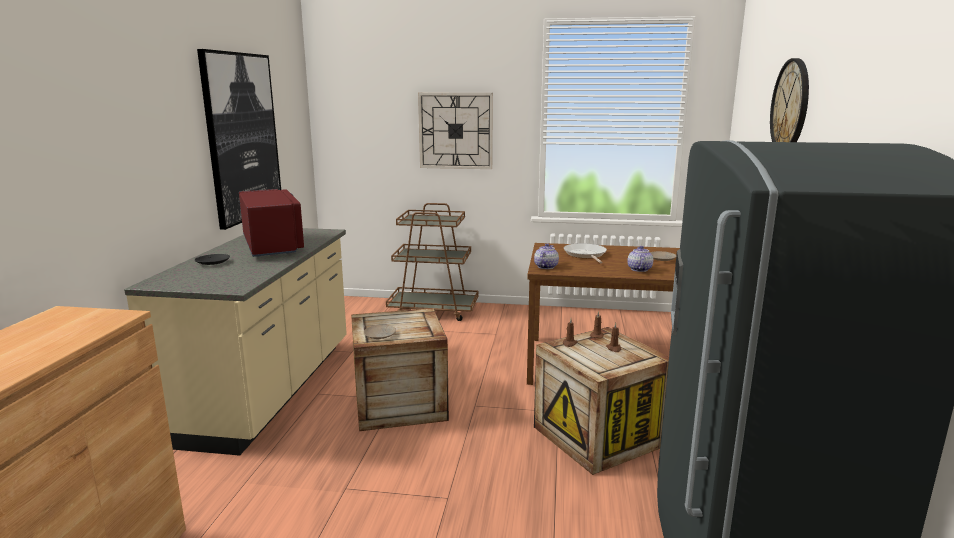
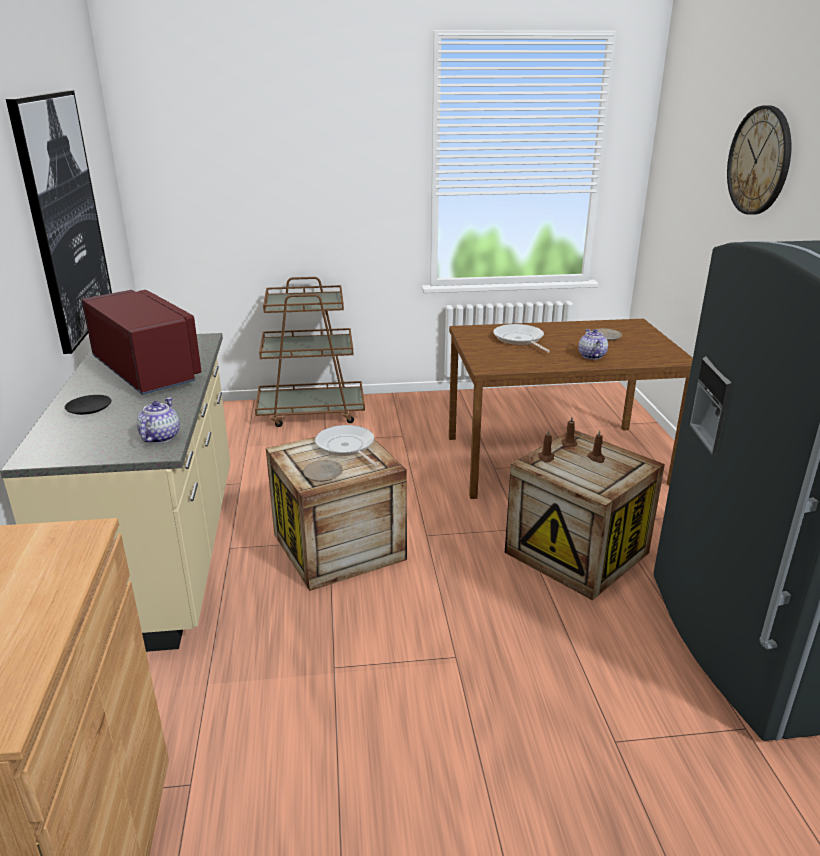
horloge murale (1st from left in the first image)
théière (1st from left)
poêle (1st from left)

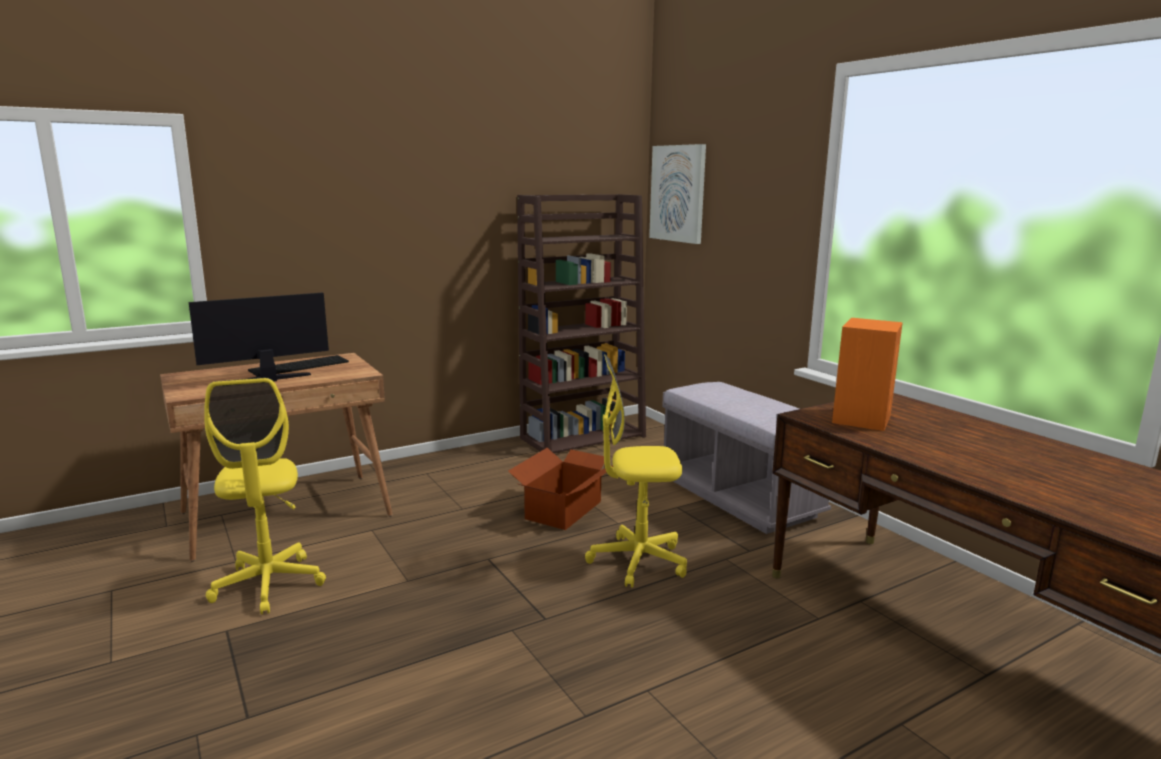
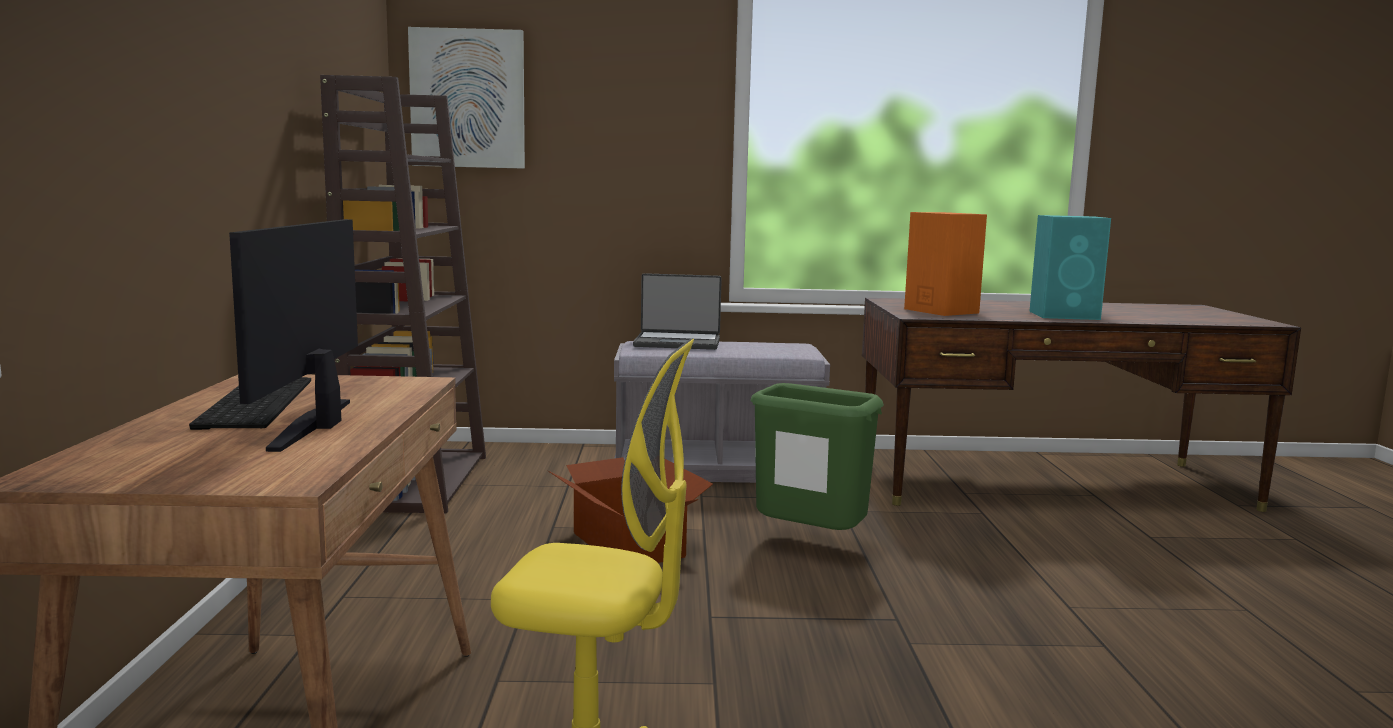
poubelle (vert)
ordinateur portable
enceinte (turquoise)

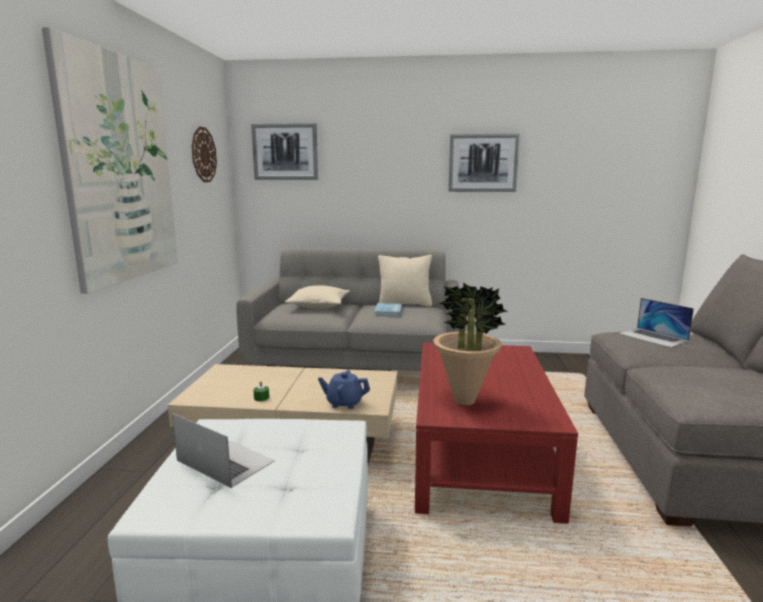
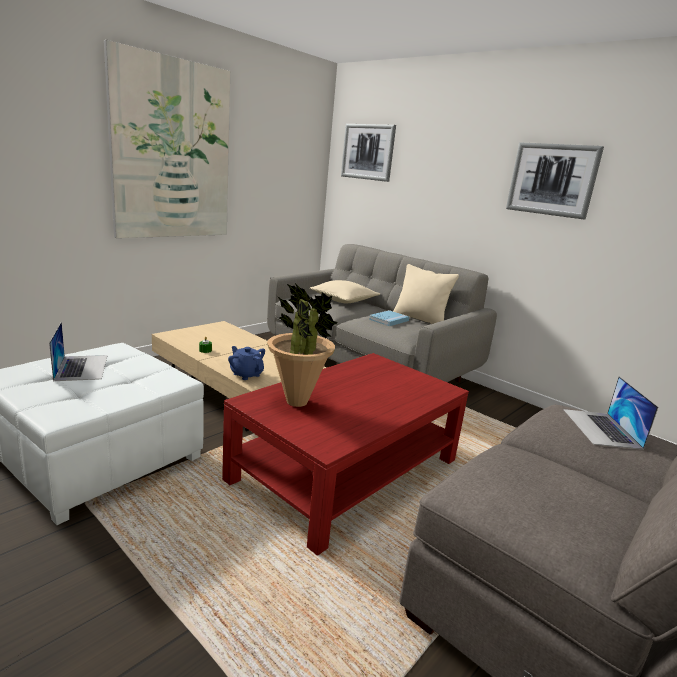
horloge murale

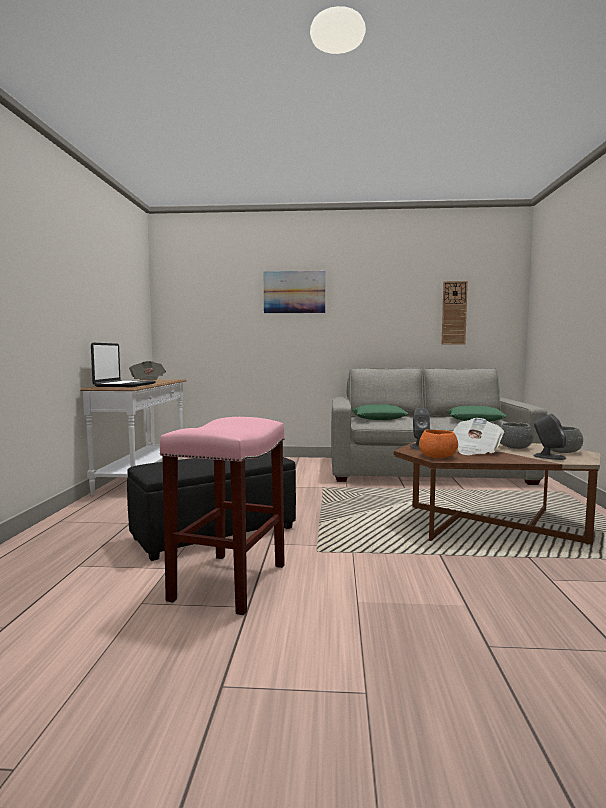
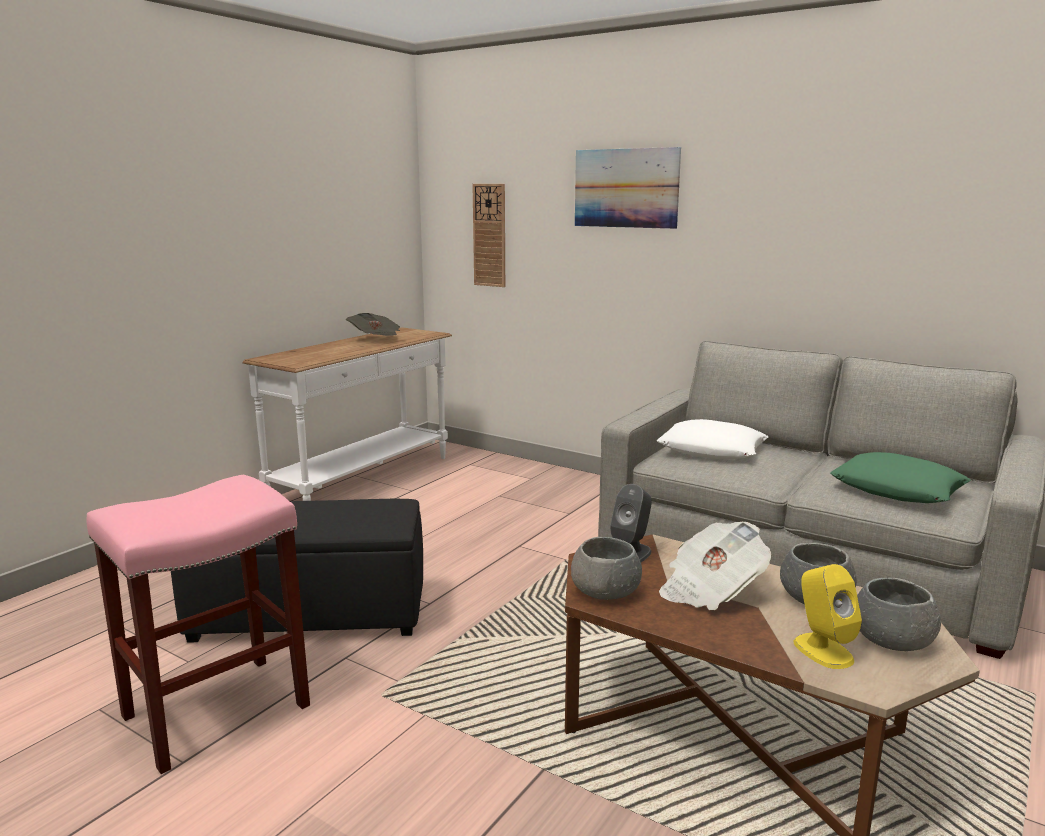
ordinateur portable
coussin (blanc)
bol (gris) (1st from left)
horloge murale
enceinte (jaune)

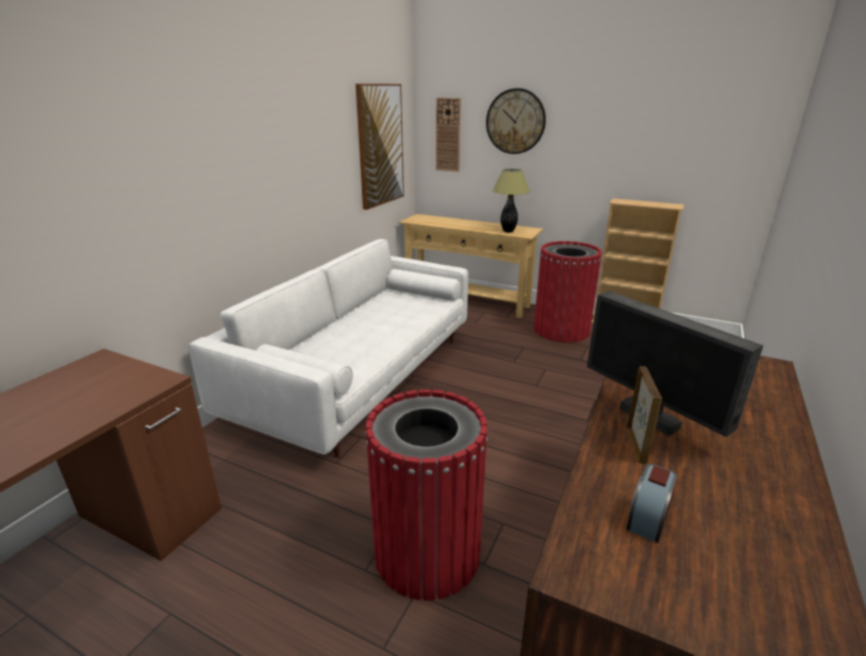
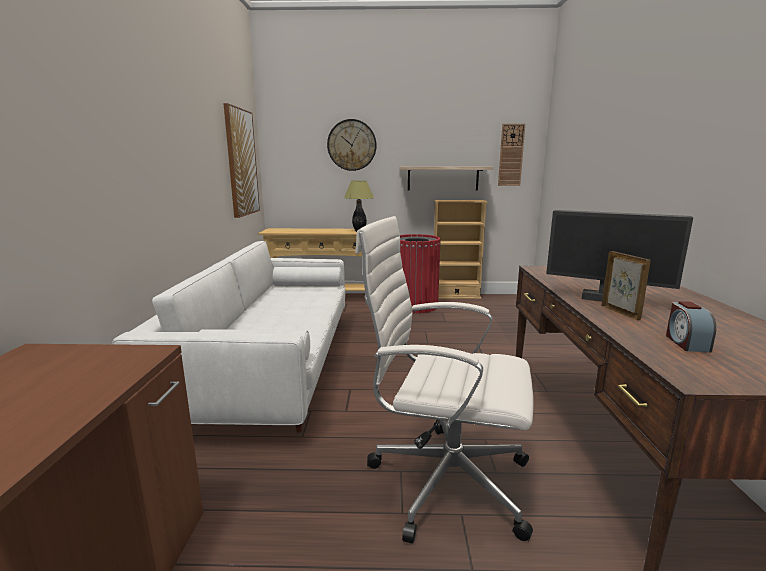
chaise de bureau (blanc)
horloge murale (2nd from left)
étagère

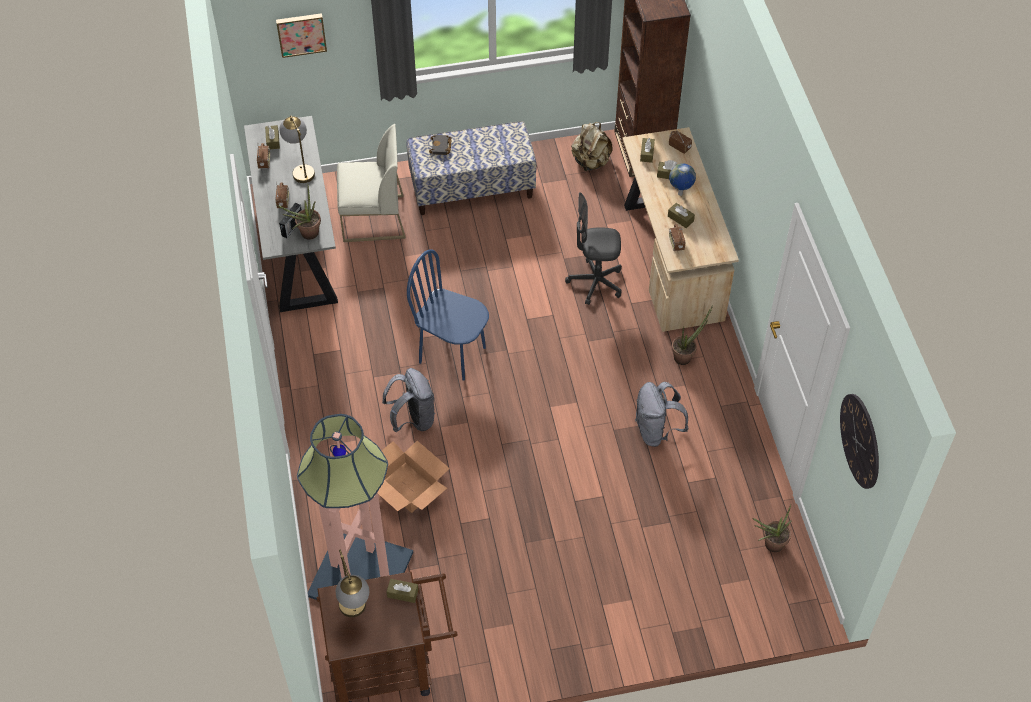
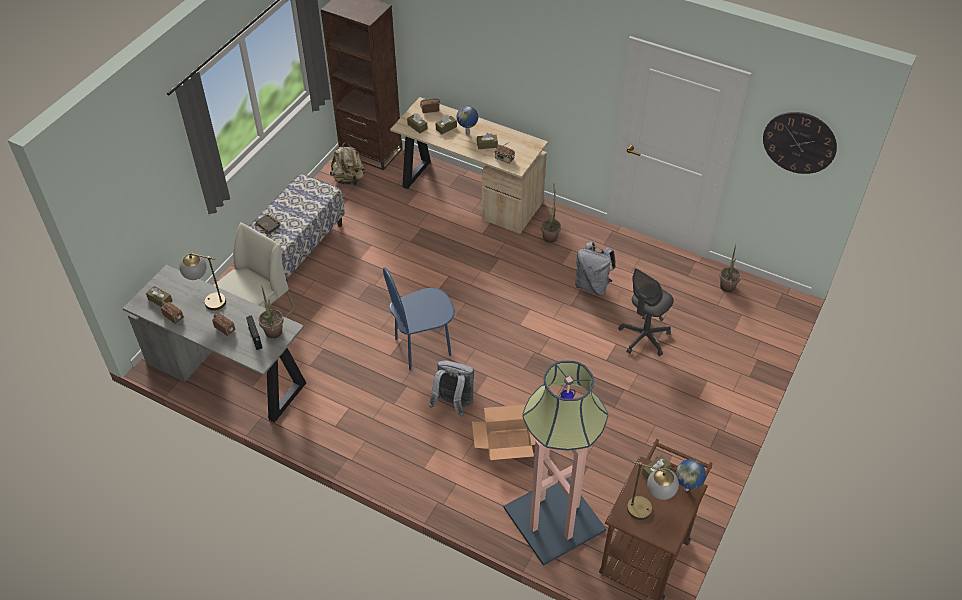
tableau
chaise de bureau (gris)
globe (2nd from left)

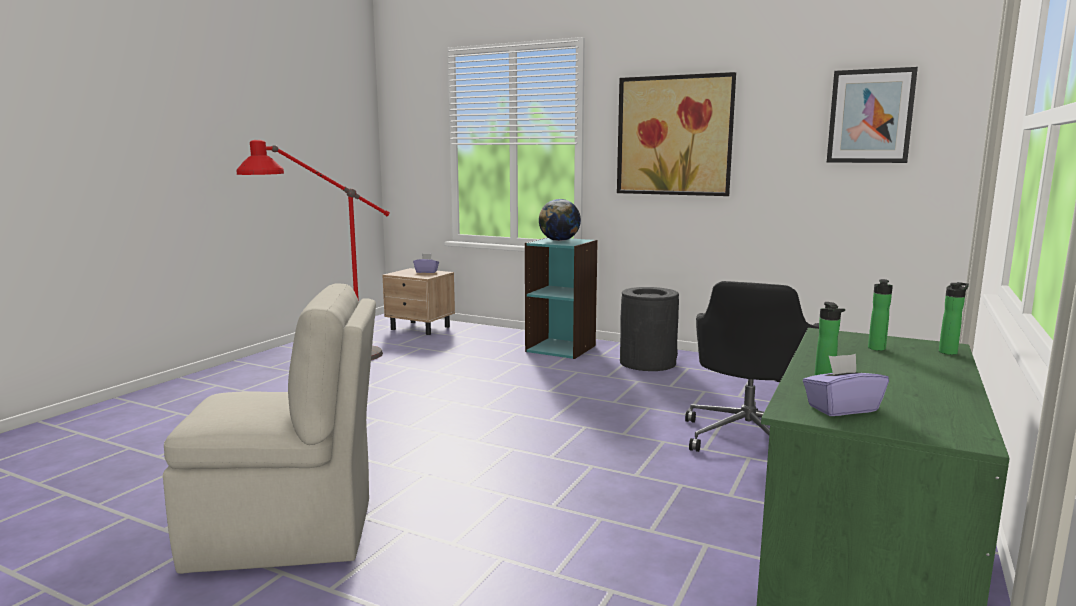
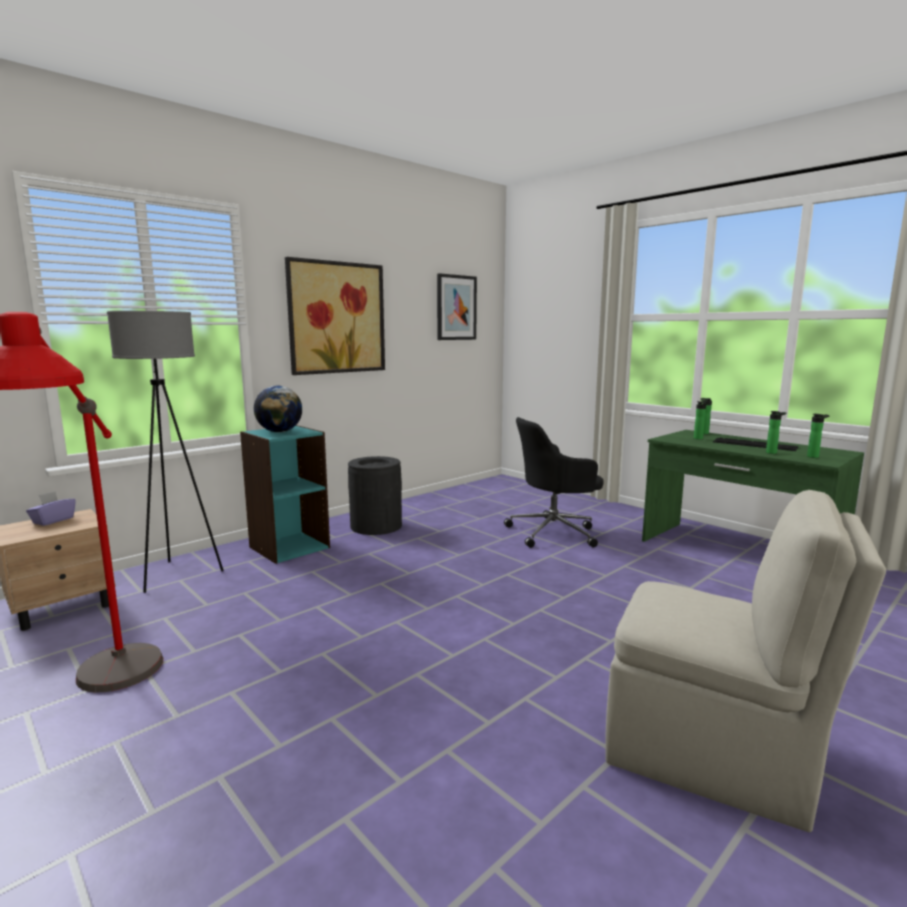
chaise (beige)
chaise de bureau (noir)
bouteille (4th from left)
lampadaire (gris)
clavier

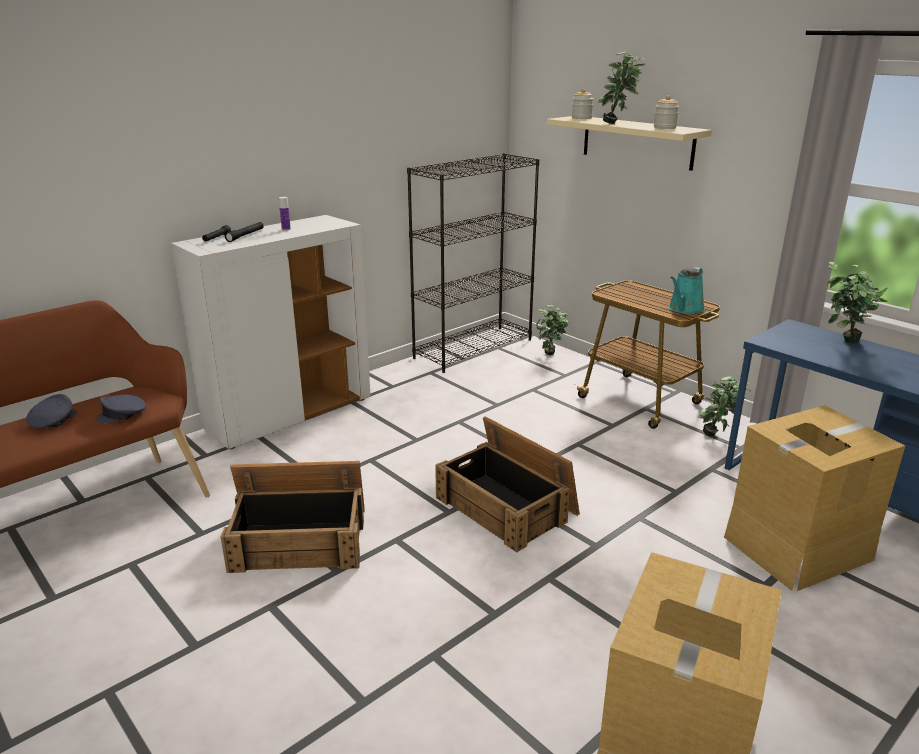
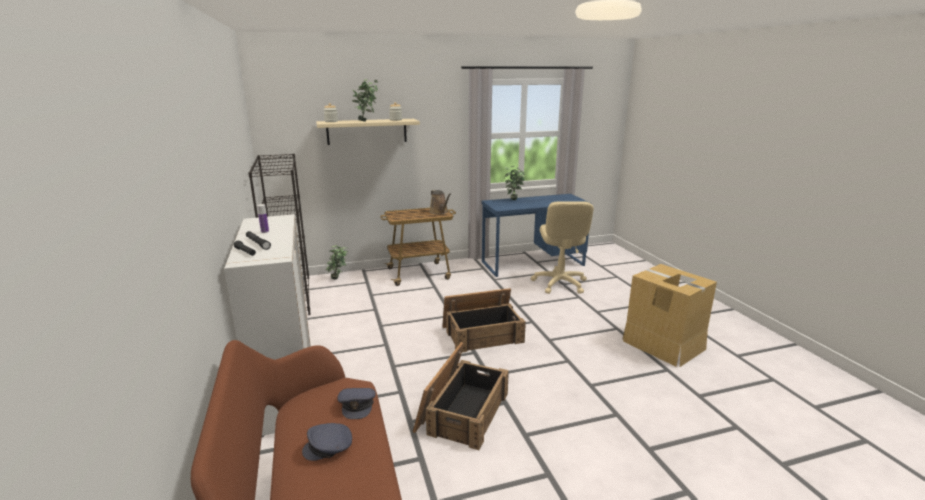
casquette (gris) (1st from left)
arrosoir (marron)
plante en pot (3rd from left in the first image)
chaise de bureau (beige)

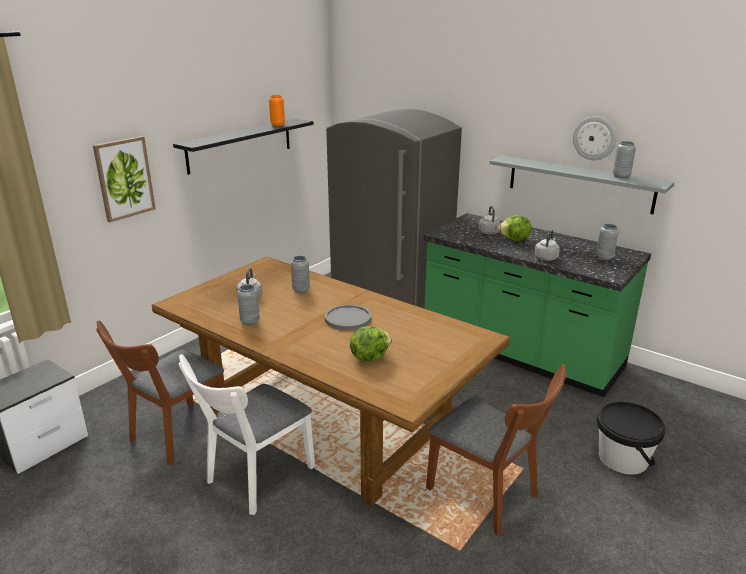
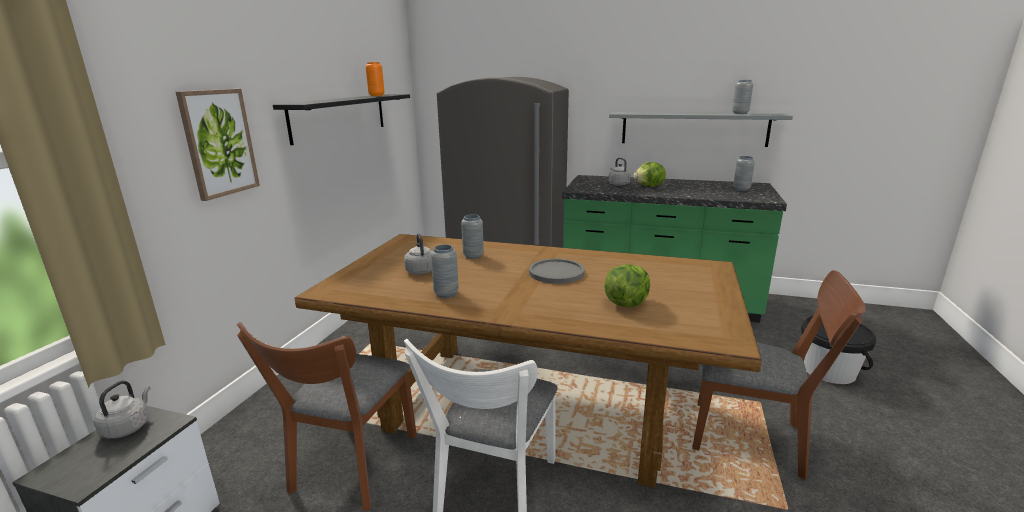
bouilloire (gris) (1st from left)
horloge murale

